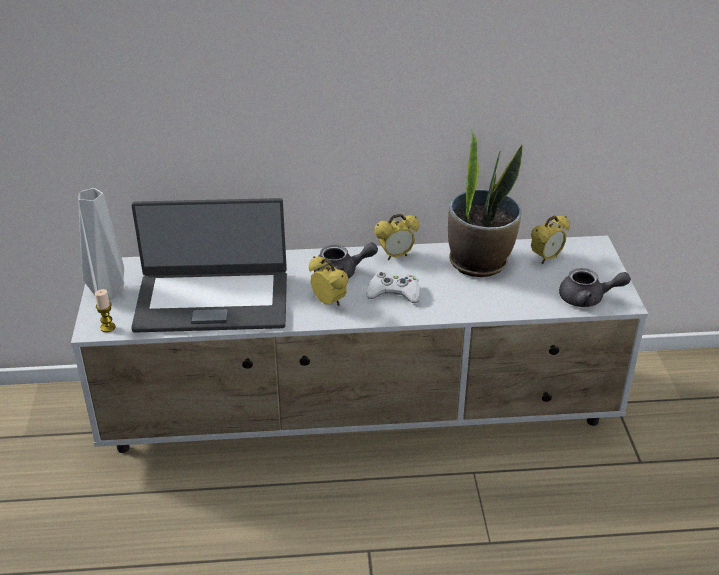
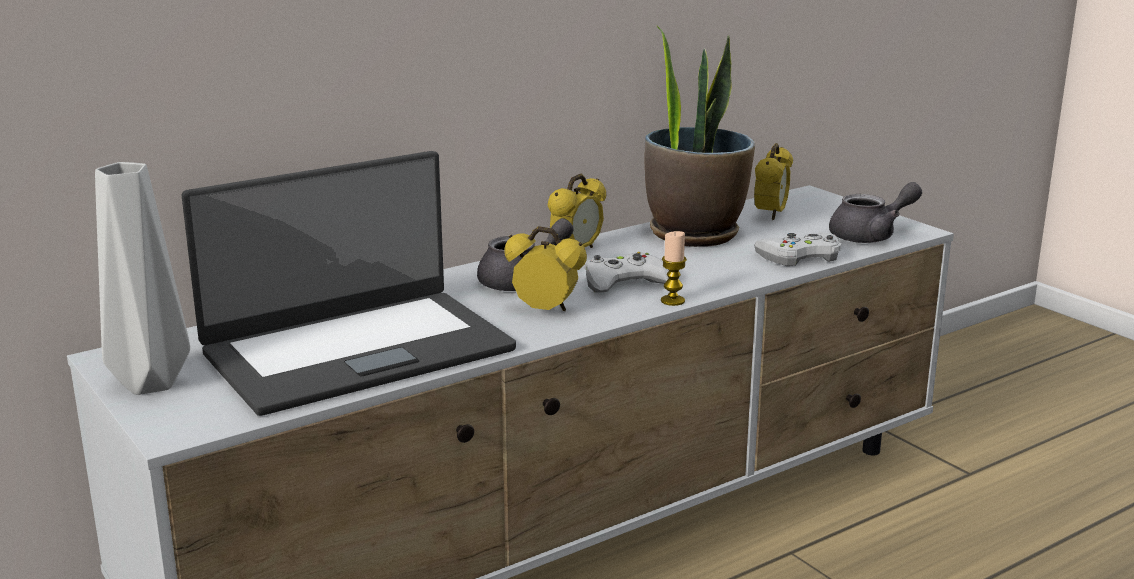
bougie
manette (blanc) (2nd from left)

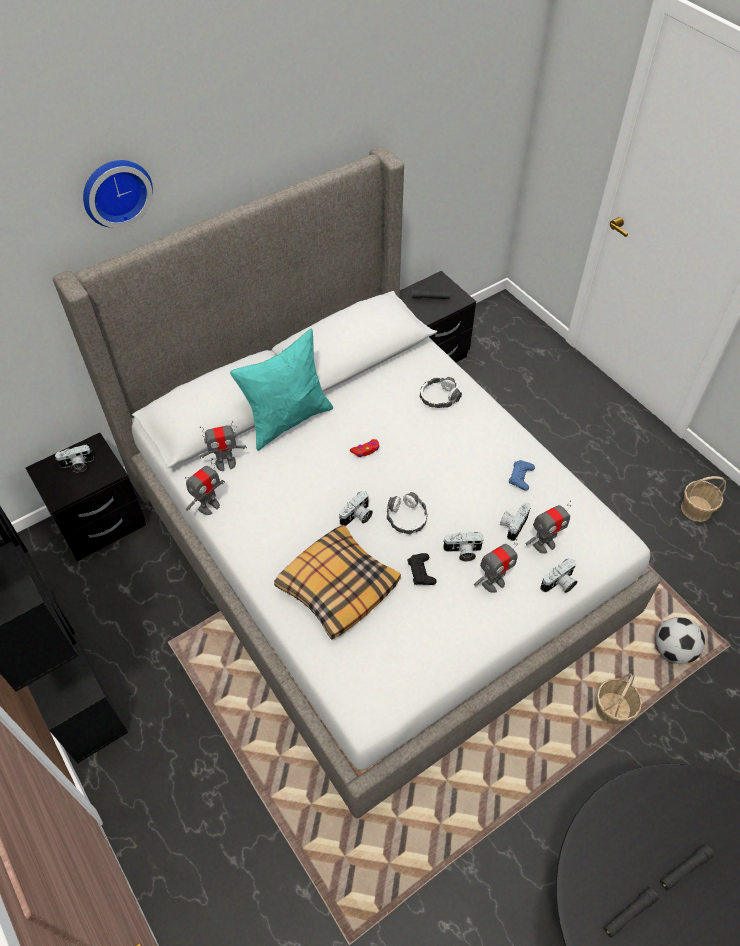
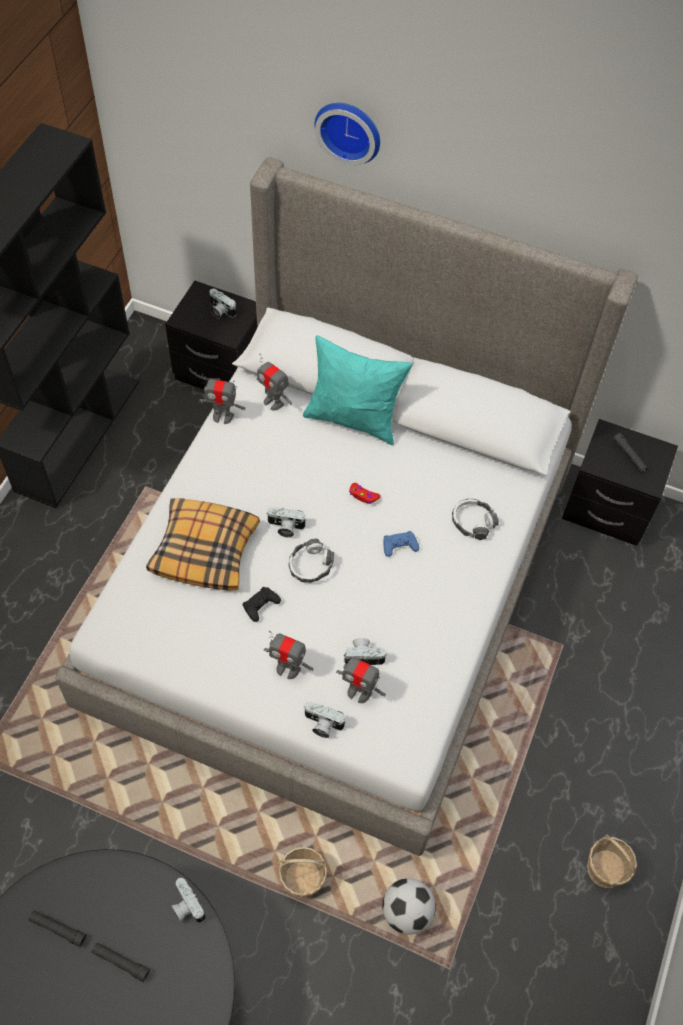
appareil photo (1st from left)
manette (bleu)

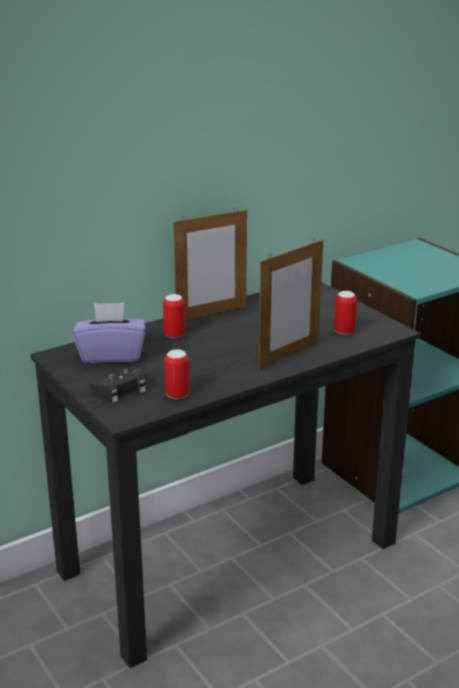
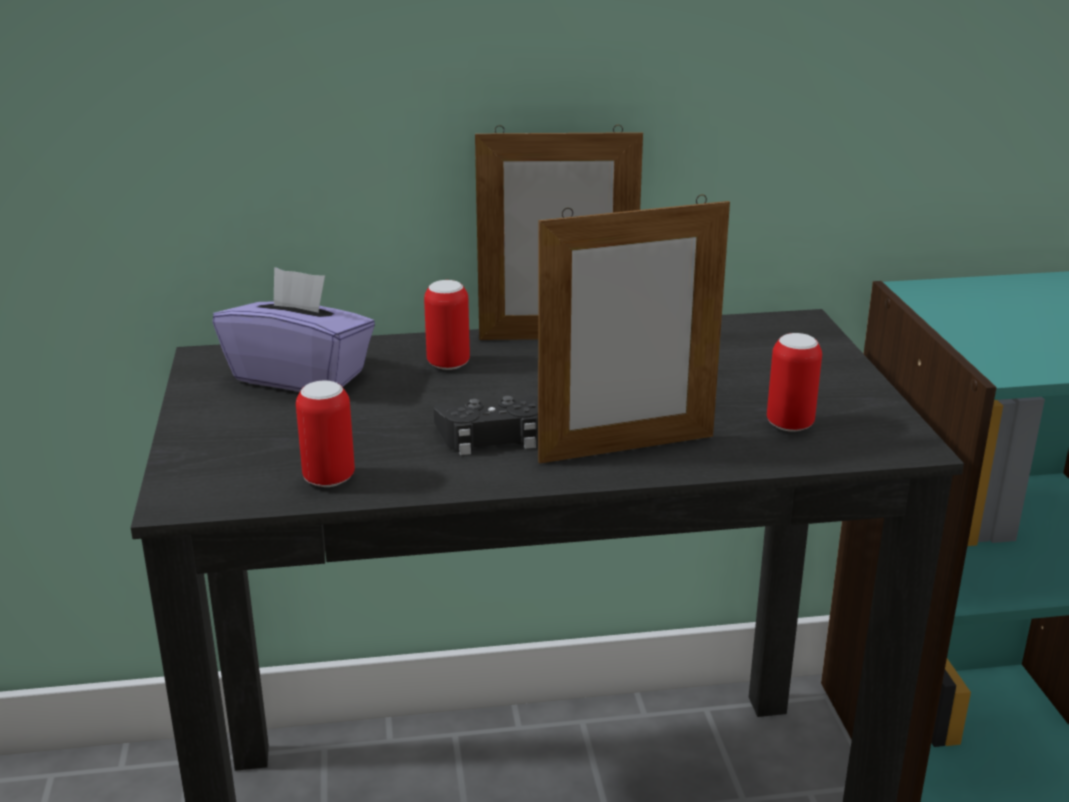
manette (noir)

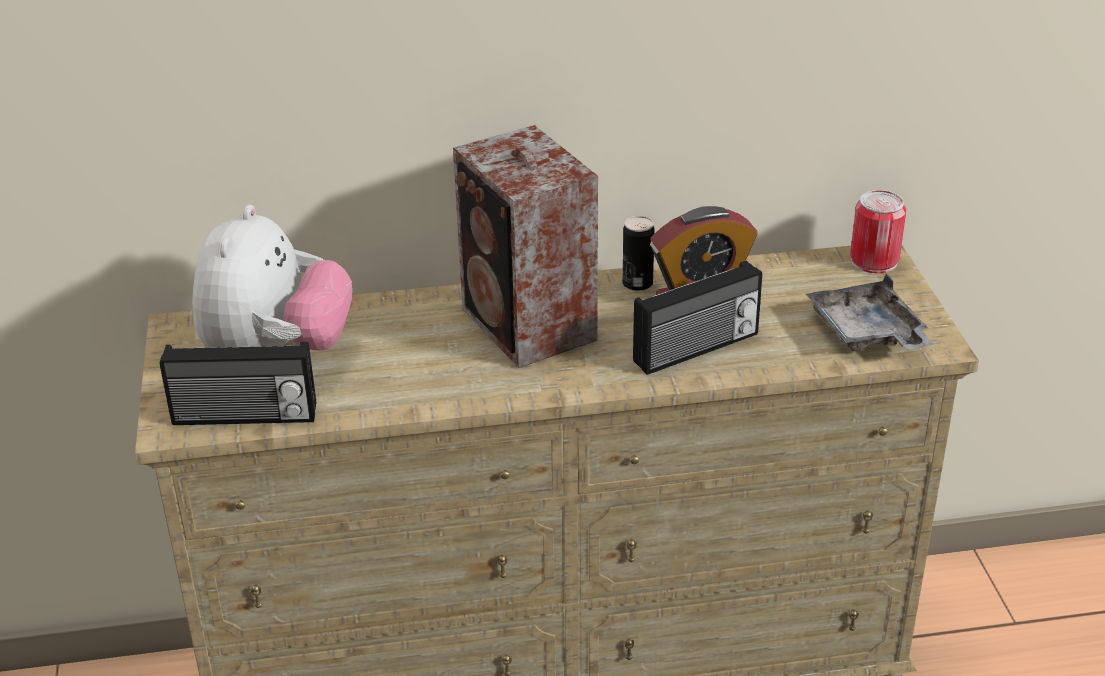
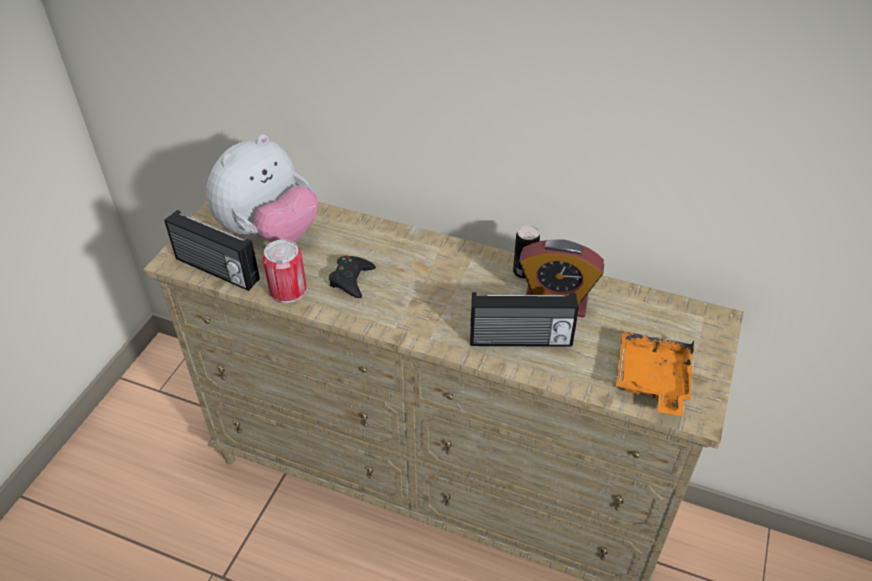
enceinte
plateau (orange)
boîte métallique (1st from left)
manette (noir)

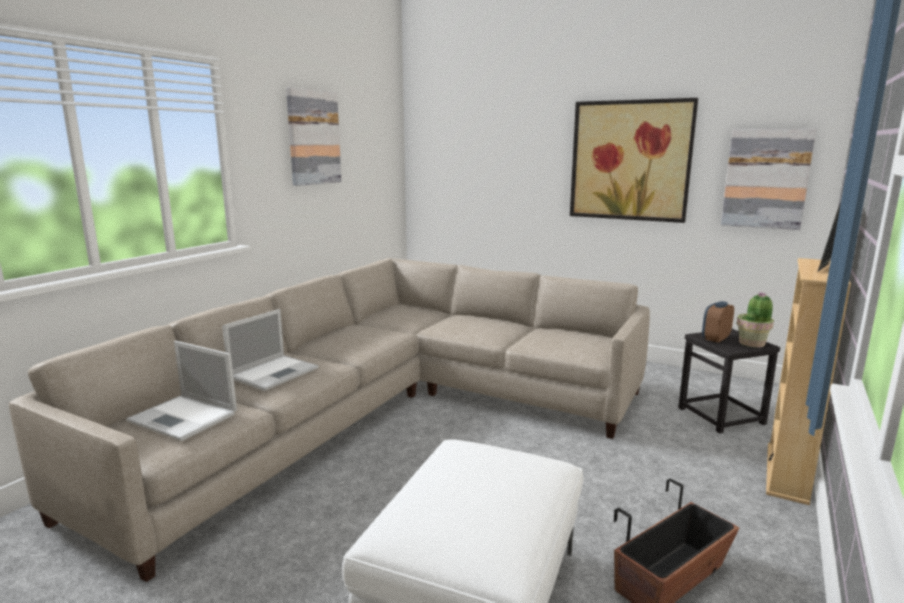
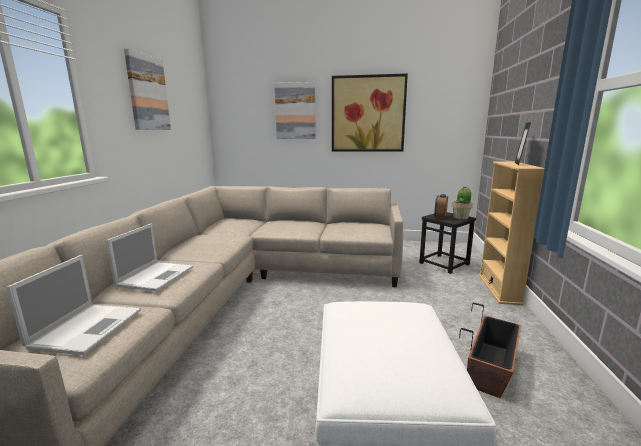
ordinateur portable (1st from left)
tableau (2nd from left)

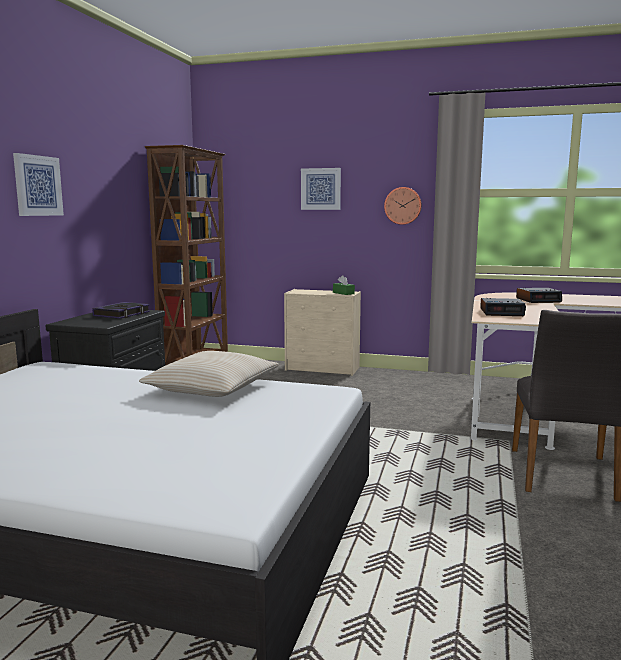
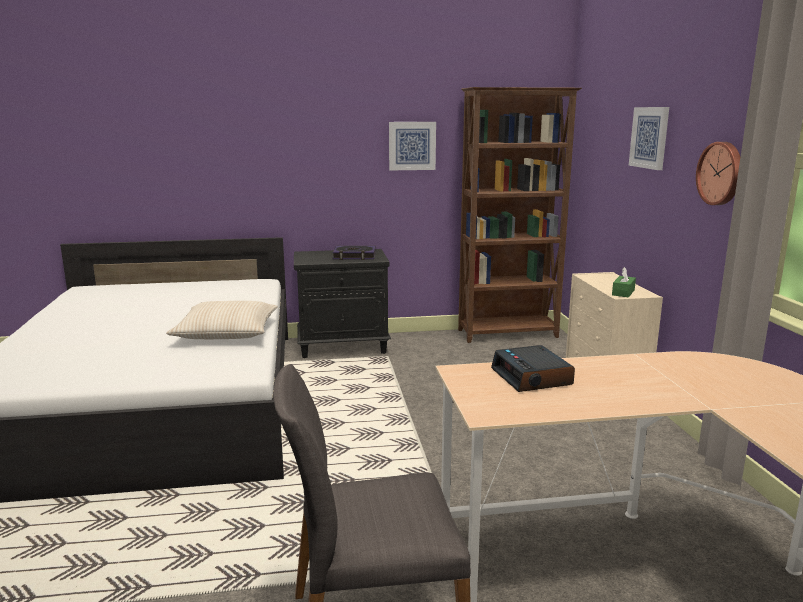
tableau (1st from left)
réveil (2nd from left in the first image)

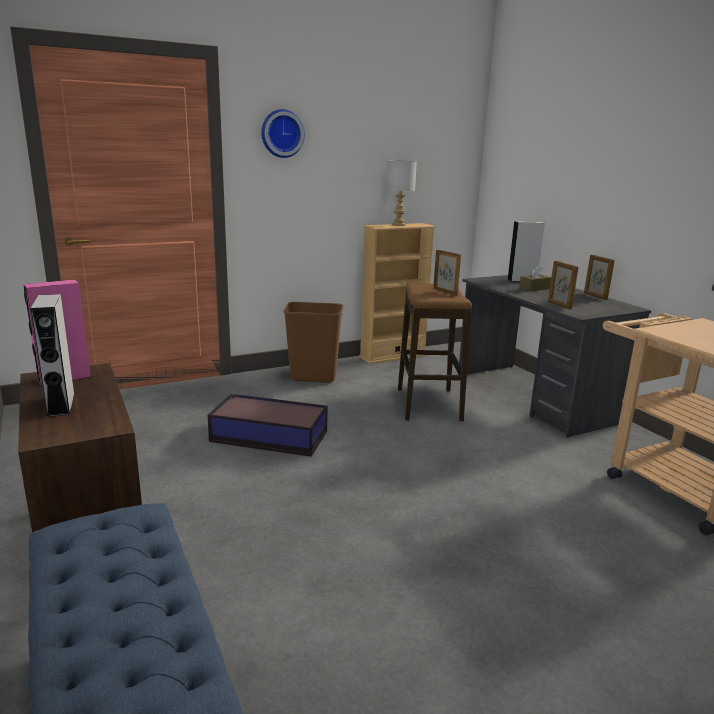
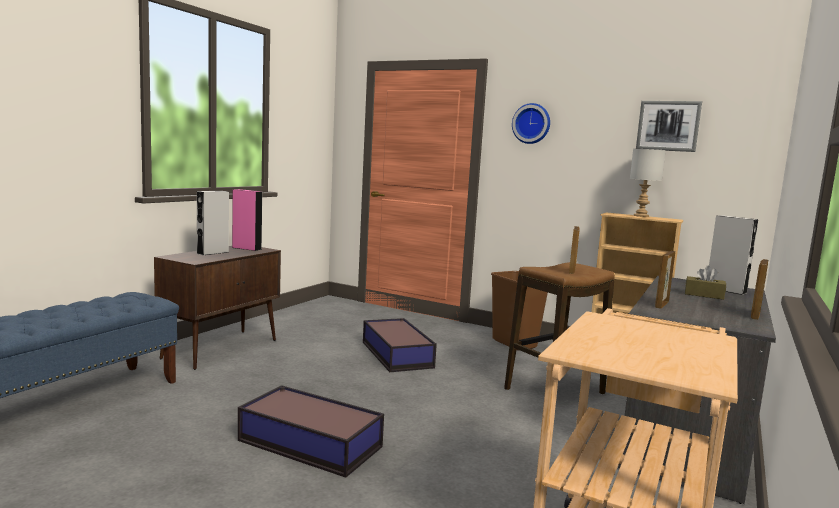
boîte de rangement (1st from left)
tableau

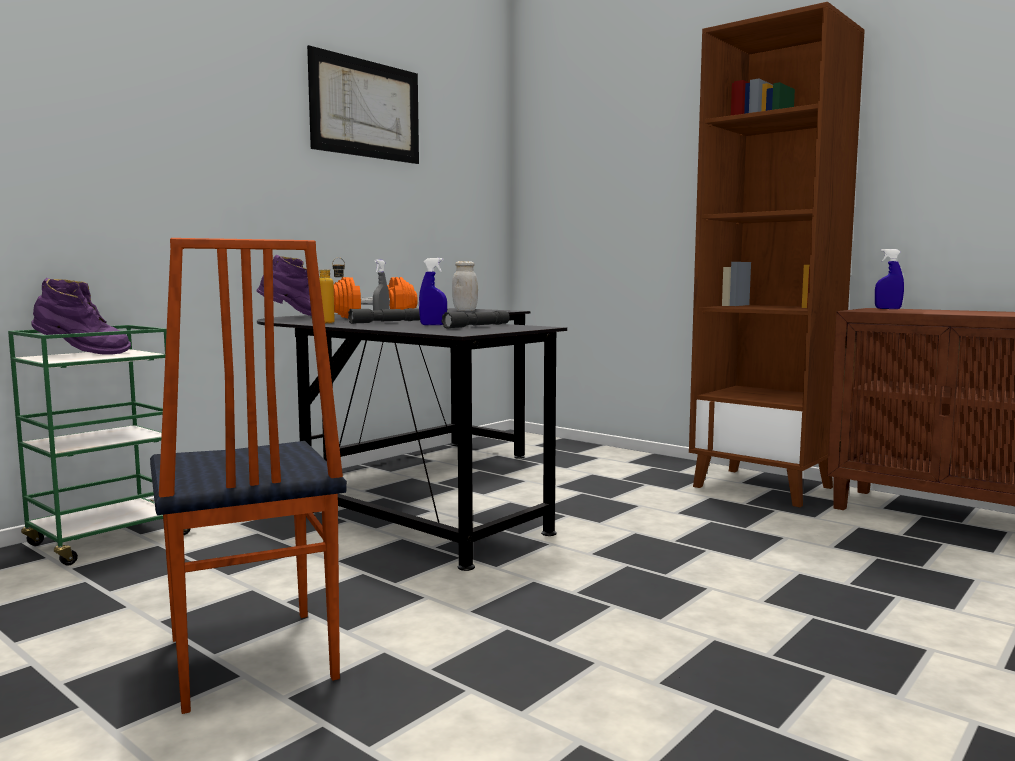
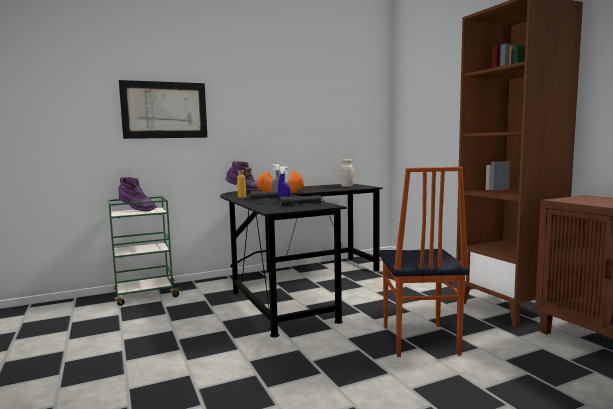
chaise
tableau
vaporisateur (bleu) (2nd from left in the first image)

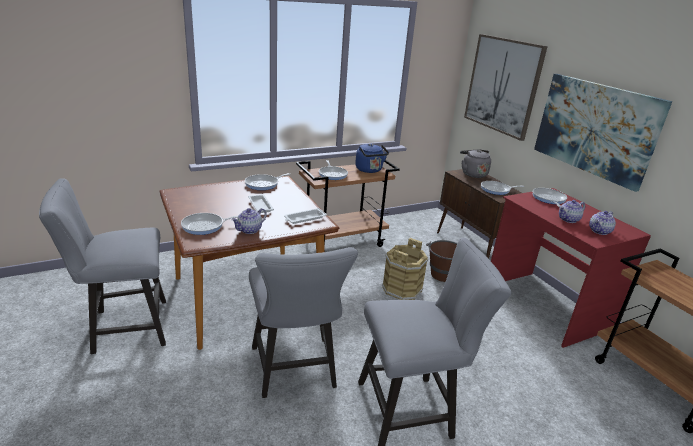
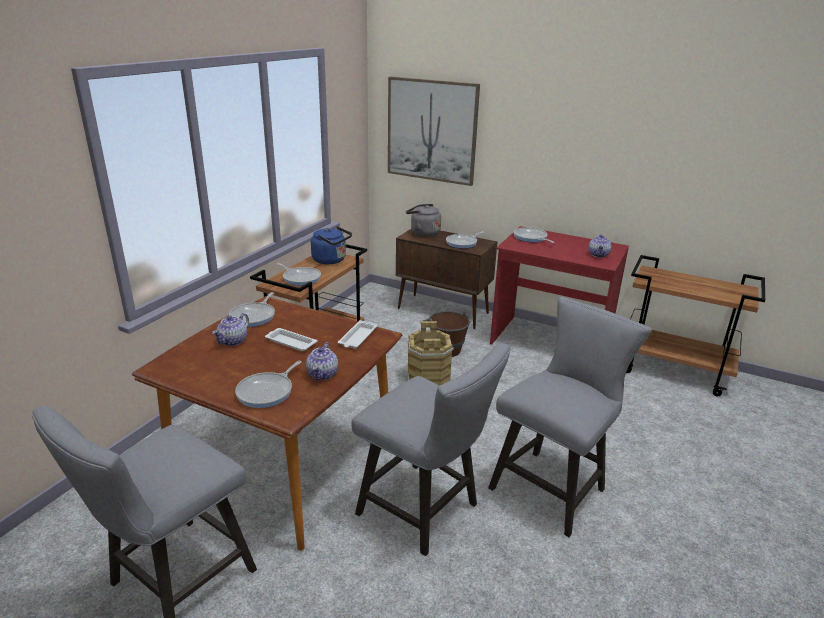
tableau (2nd from left in the first image)
théière (1st from left)

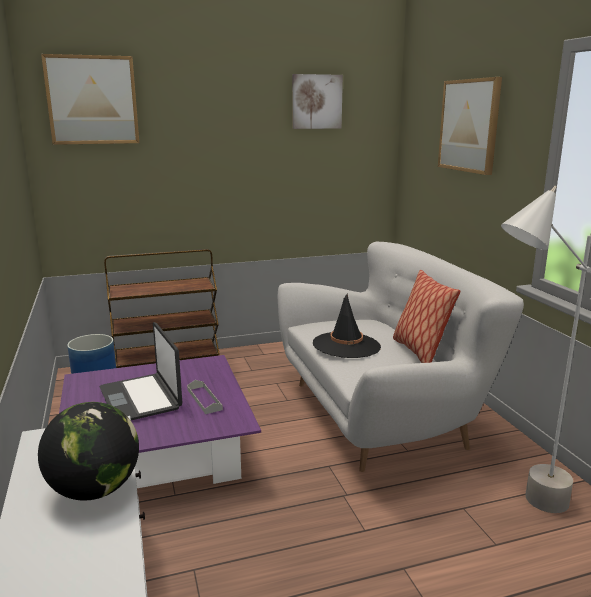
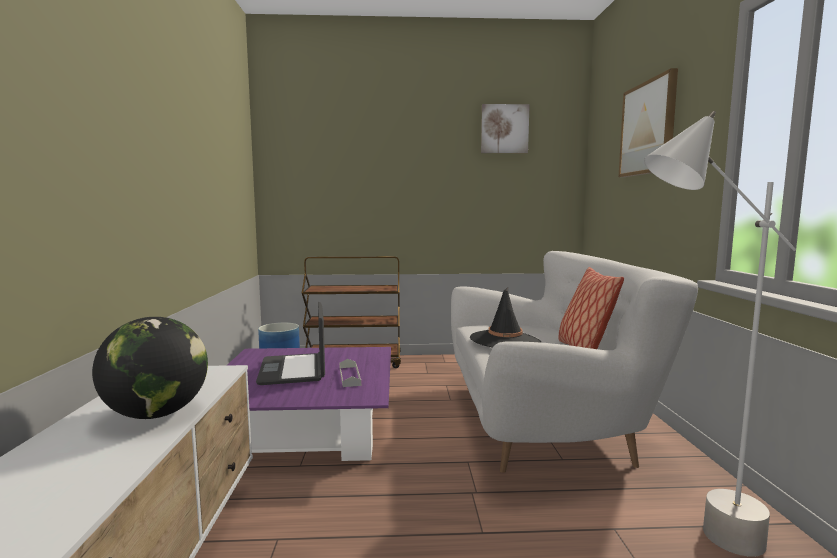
tableau (1st from left in the first image)

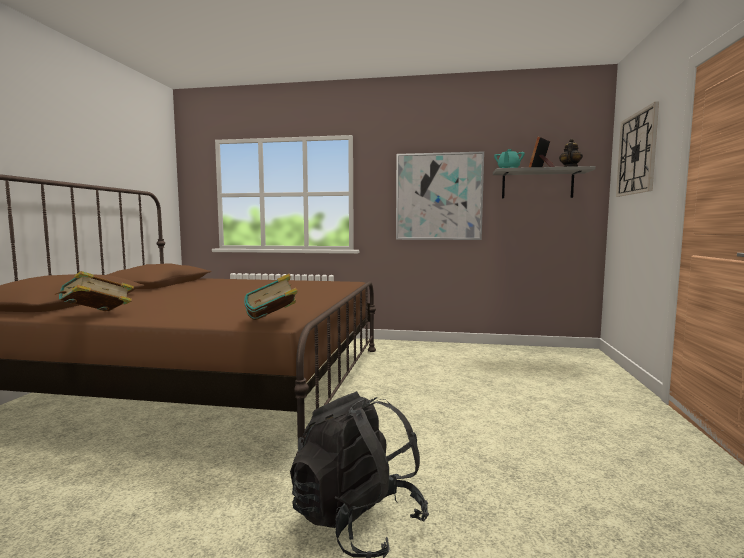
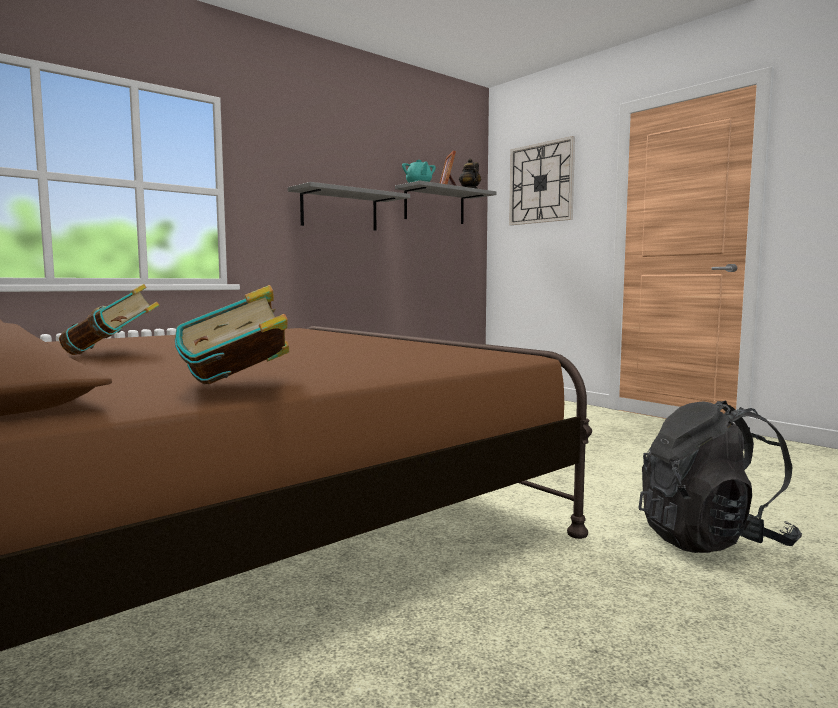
livre (1st from left)
étagère (gris) (1st from left)

